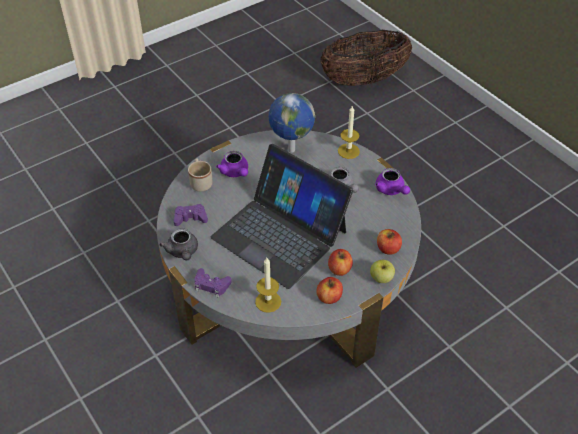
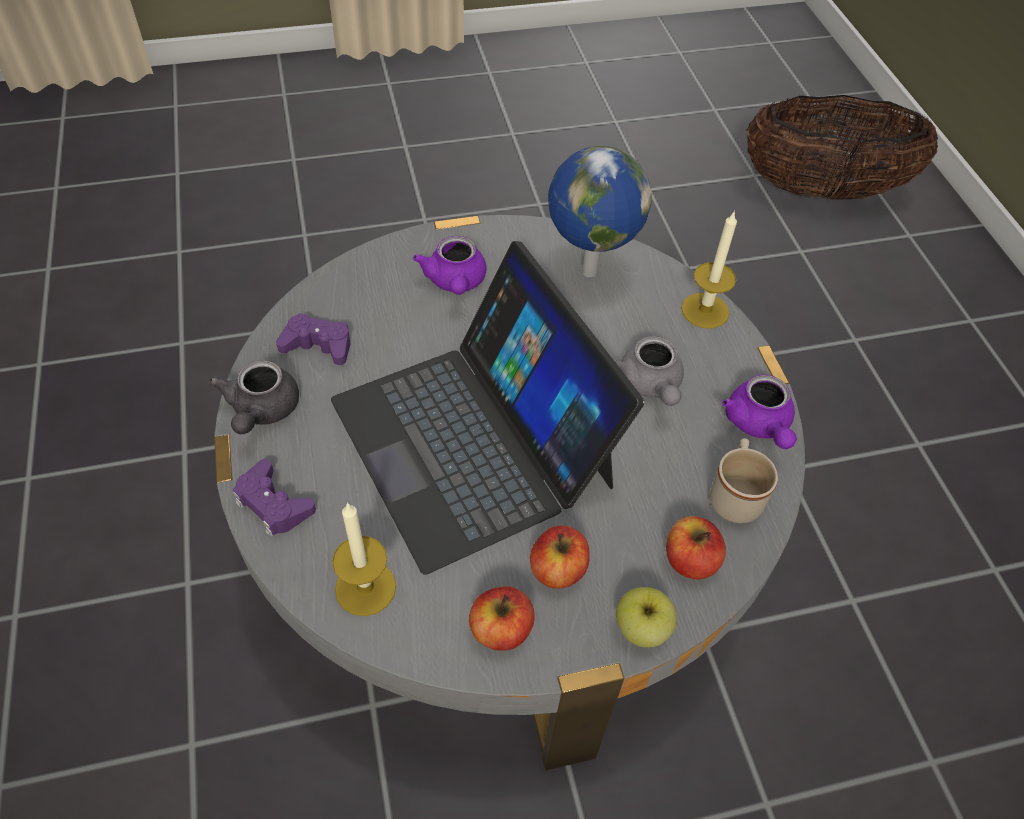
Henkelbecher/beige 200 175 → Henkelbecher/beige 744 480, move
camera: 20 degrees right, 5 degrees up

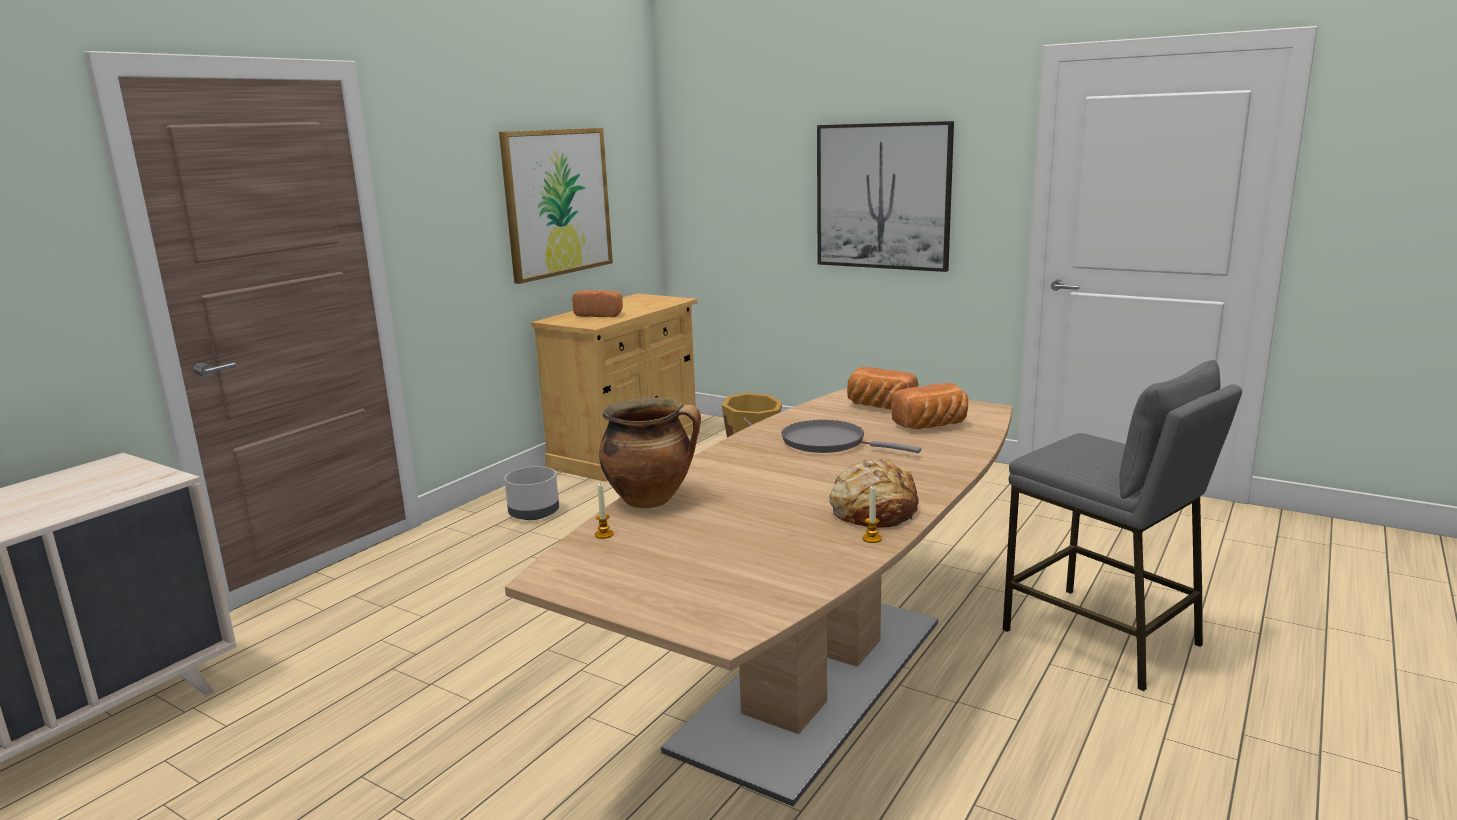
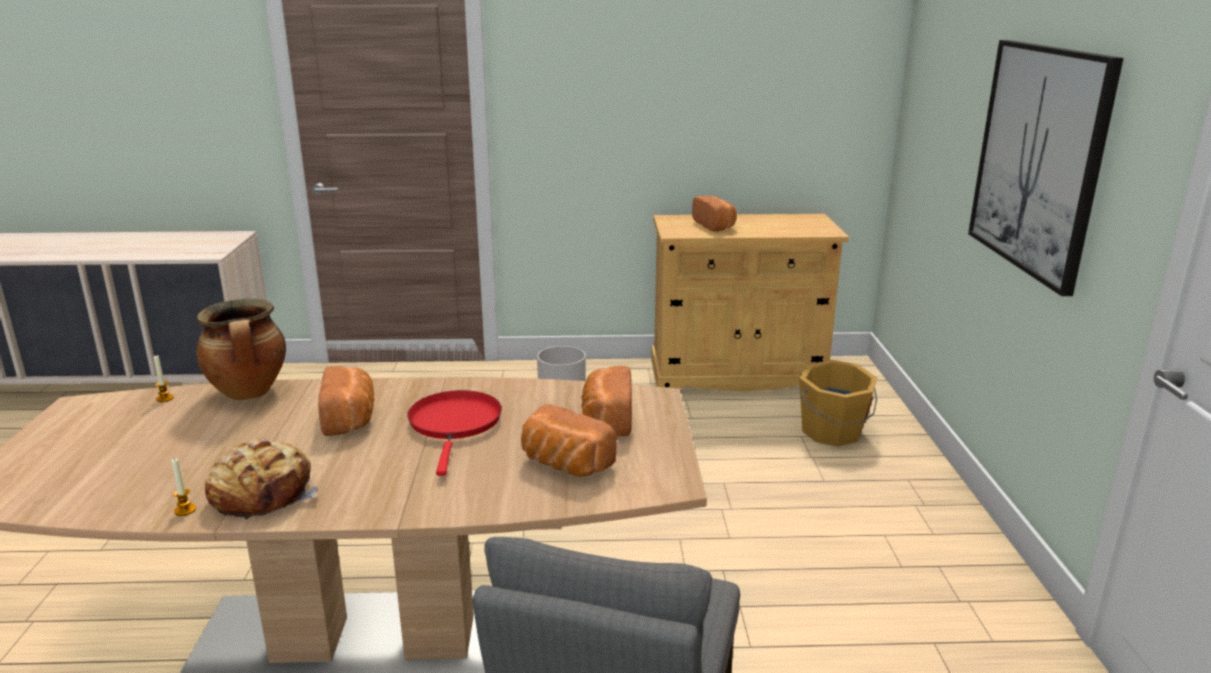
Bild 556 206 → -
Pfanne/grau 851 436 → Pfanne/rot 454 433
- → Brot 346 401
camera: 55 degrees right, 5 degrees up

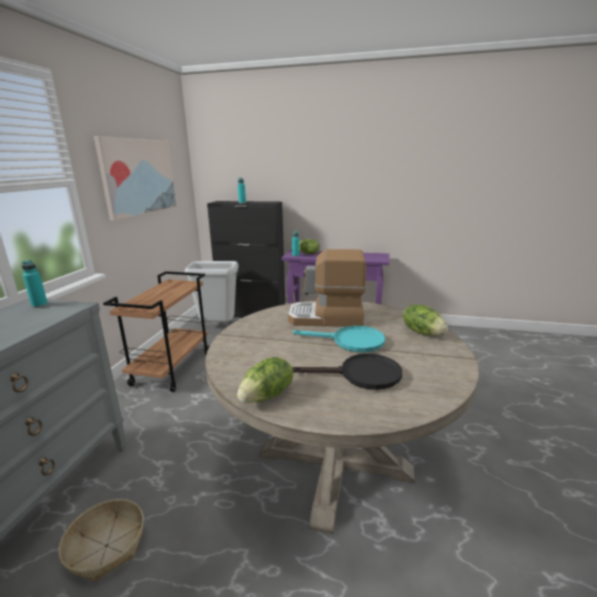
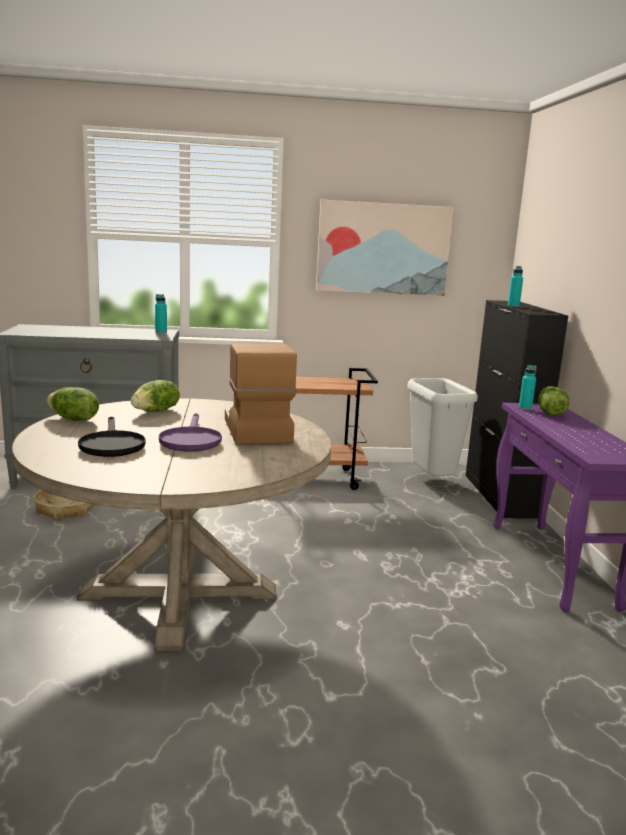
Pfanne/türkis 339 339 → Pfanne/lila 190 432
Salatkopf 425 320 → Salatkopf 155 396, move
camera: 70 degrees right, 5 degrees down

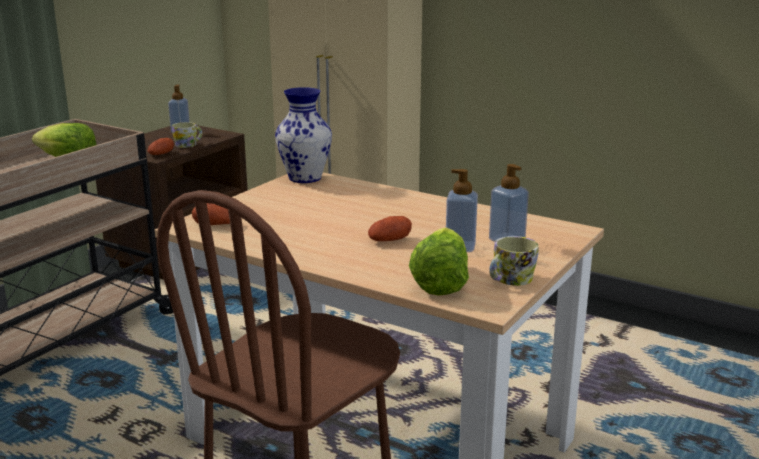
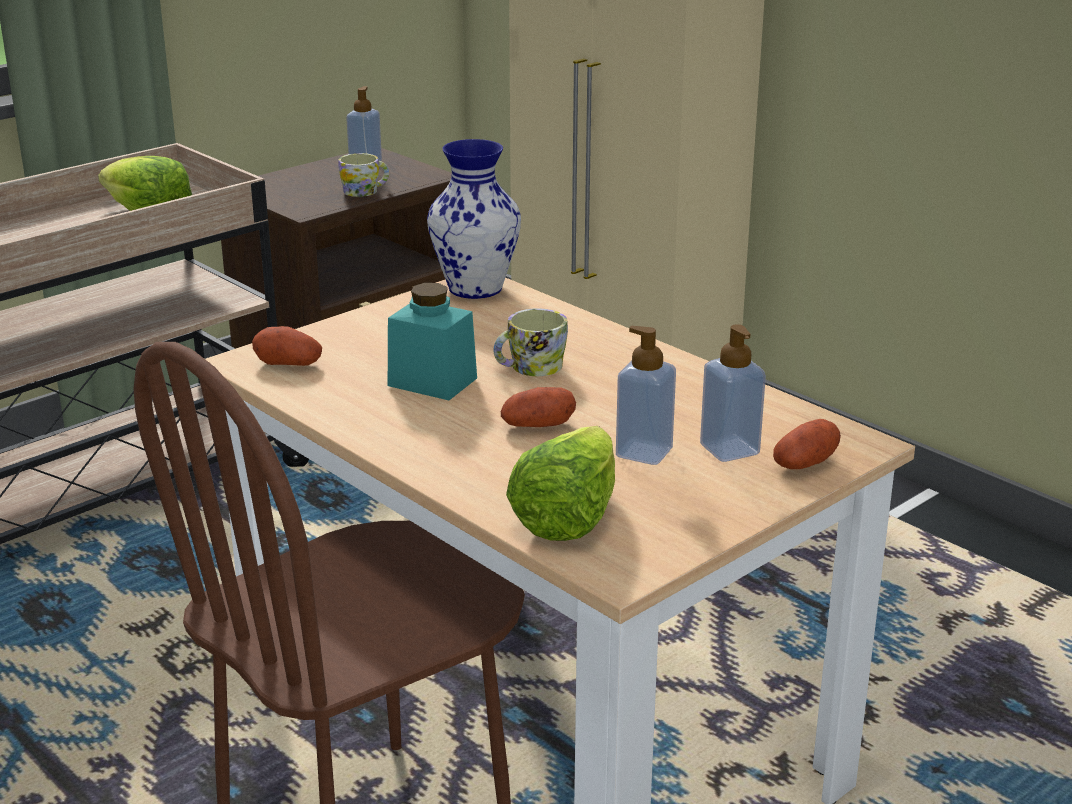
Kartoffel 161 146 → Kartoffel 807 444, move
Henkelbecher 514 261 → Henkelbecher 530 342, move
- → Vorratsglas/türkis 432 341
camera: 15 degrees right, 5 degrees up

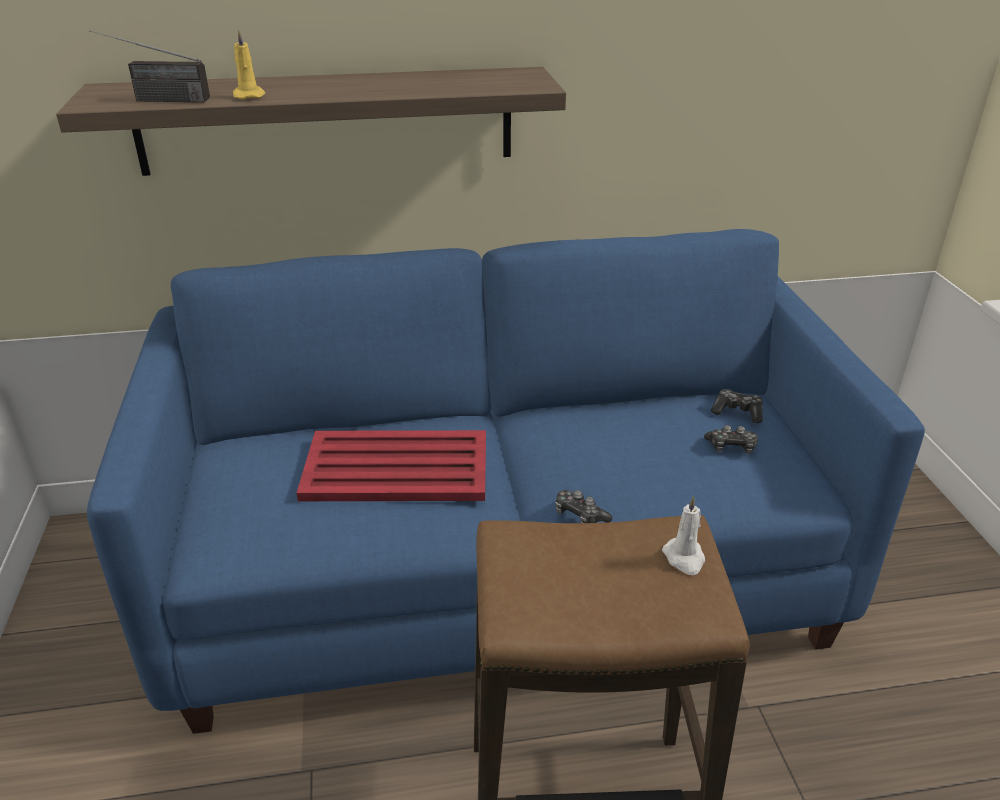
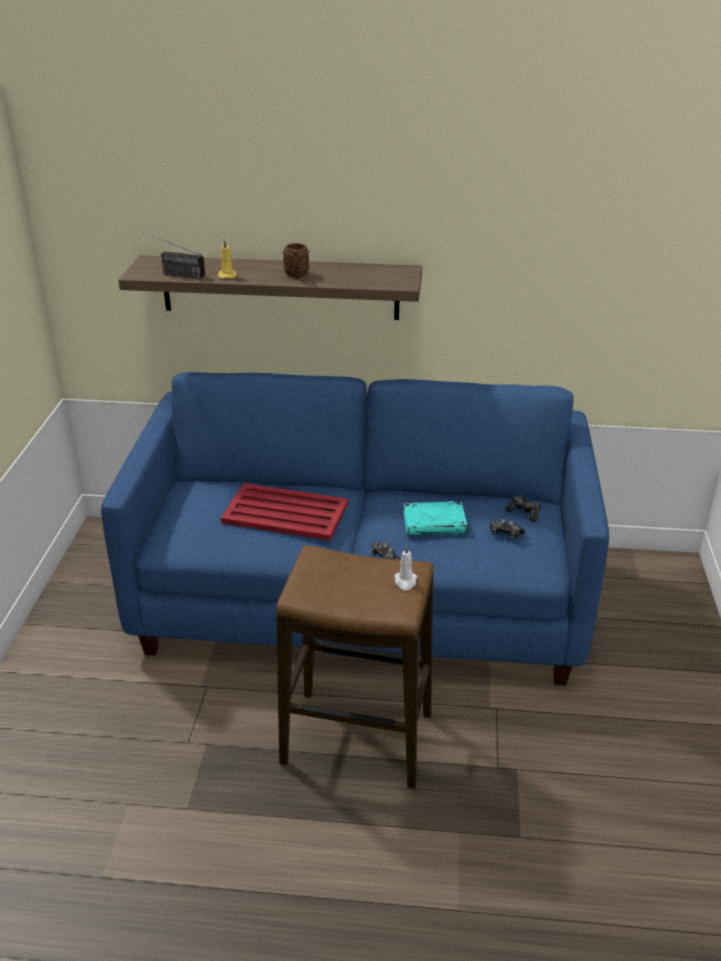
- → Henkelbecher/braun 296 261
- → Buch/türkis 435 518
camera: 15 degrees right, 0 degrees up

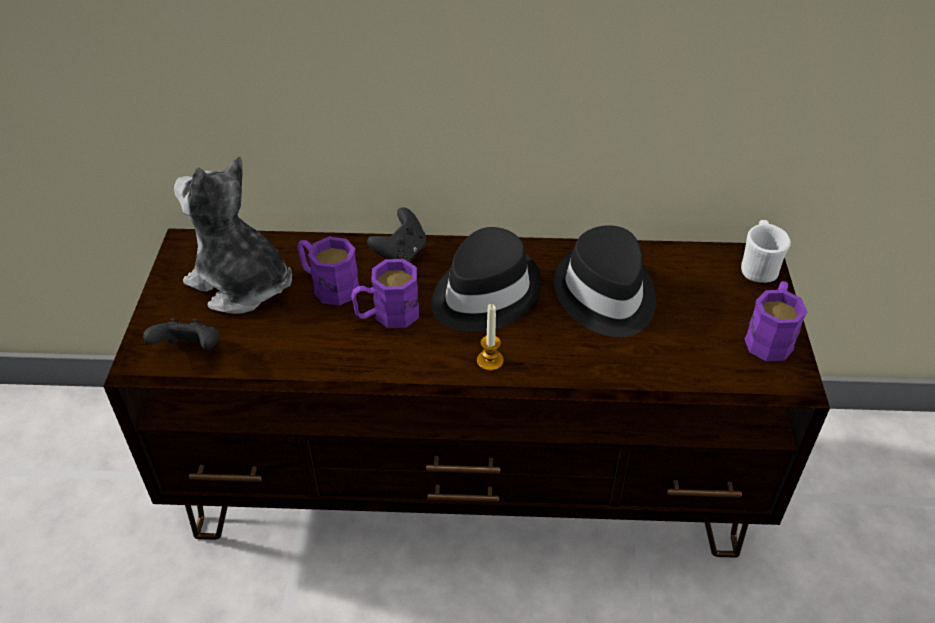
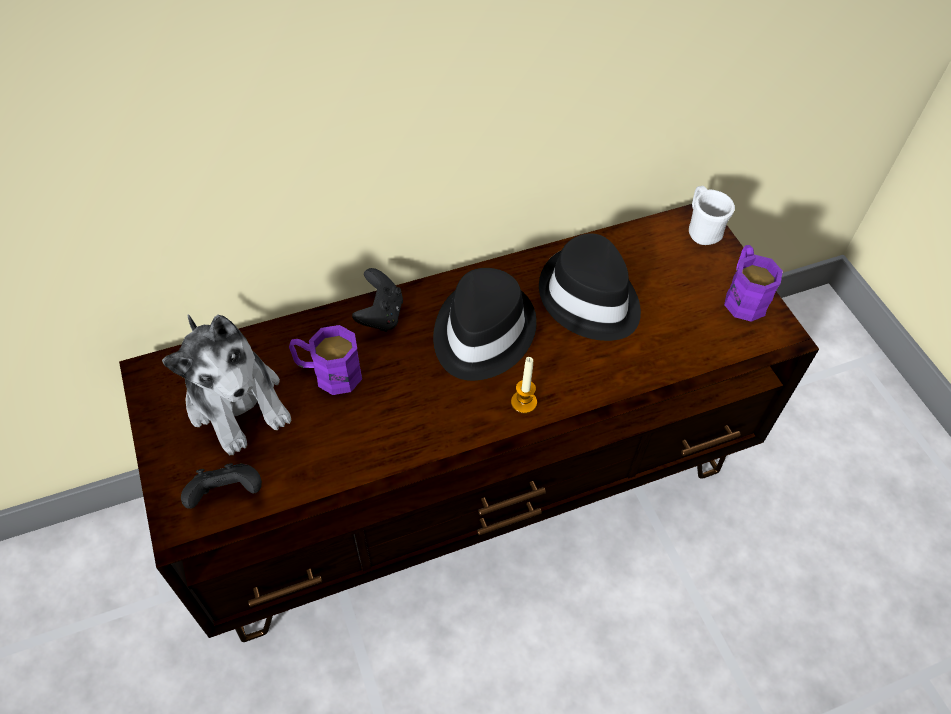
Plüschtier 233 235 → Plüschtier 227 384, 135 degrees counterclockwise
Henkelbecher/lila 385 293 → -
camera: 25 degrees left, 10 degrees up

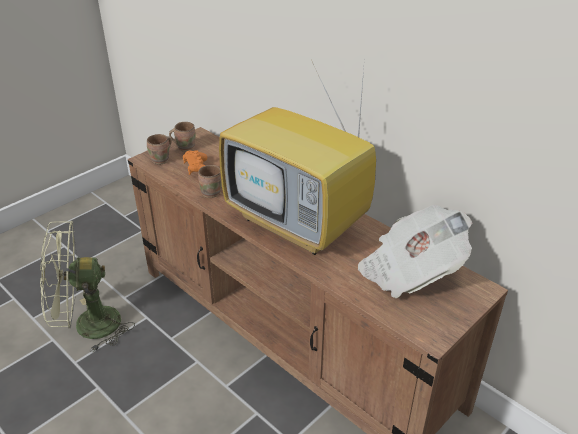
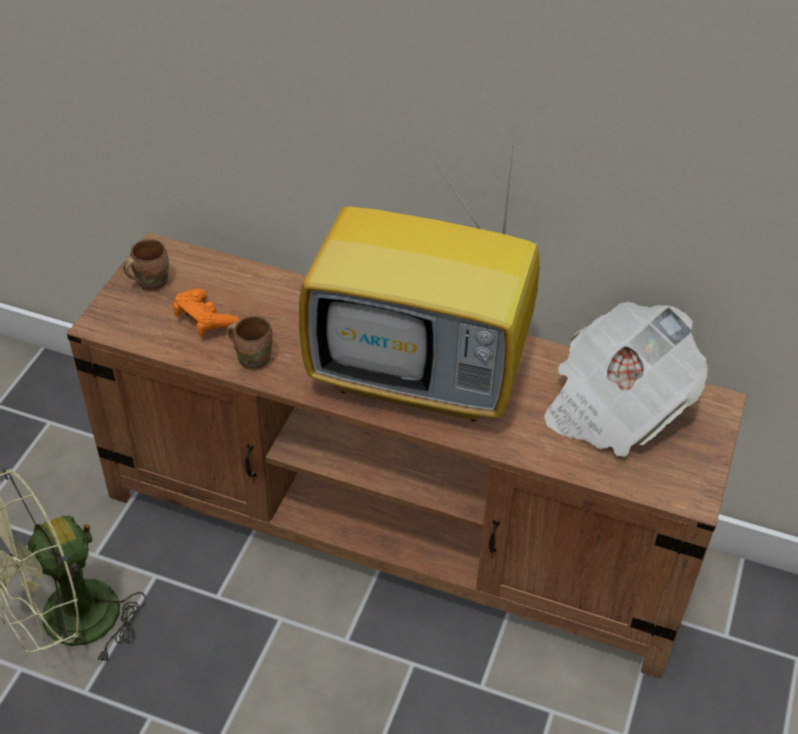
Henkelbecher/braun 159 149 → -
camera: 25 degrees left, 10 degrees up

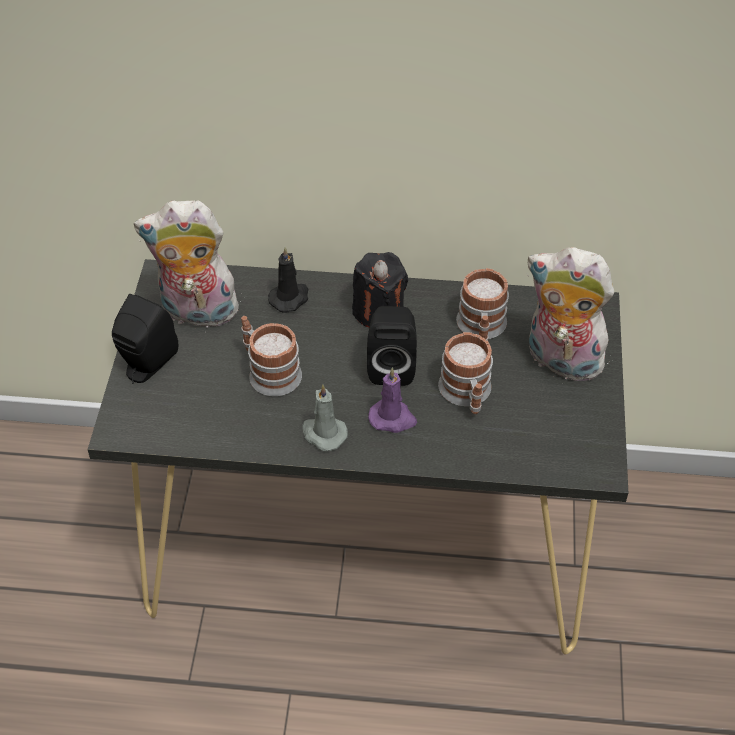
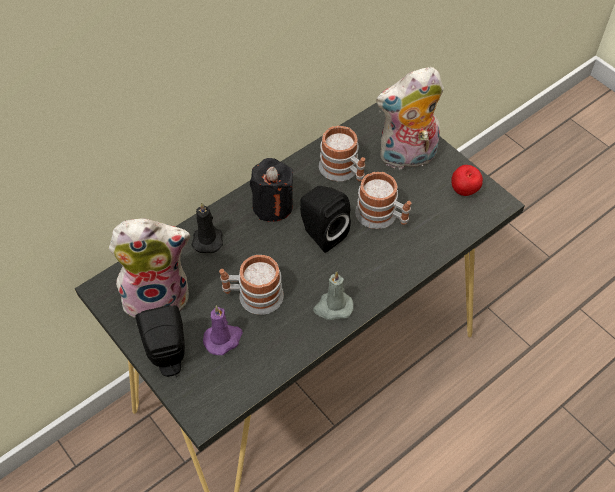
Plüschtier 187 264 → Plüschtier 149 268, 150 degrees counterclockwise
Kerze/lila 392 400 → Kerze/lila 223 330, move
- → Apfel 467 180
camera: 45 degrees left, 5 degrees up

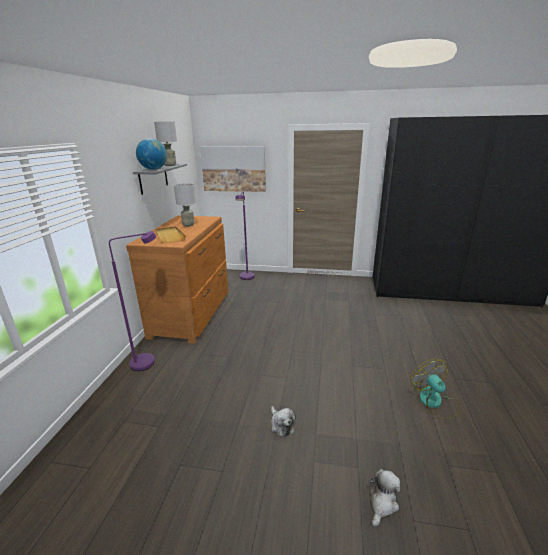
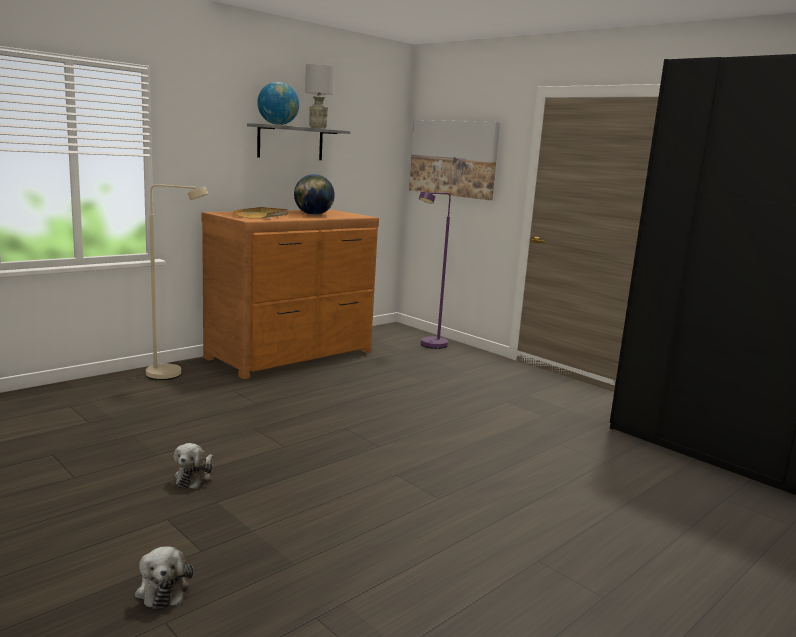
Stehlampe/lila 132 301 → Stehlampe/beige 177 282
Tischlampe/grau 184 205 → Globus 314 194
Plüschtier 384 498 → Plüschtier 164 577, 90 degrees clockwise
Ventilator 435 389 → -
camera: 35 degrees right, 10 degrees down

